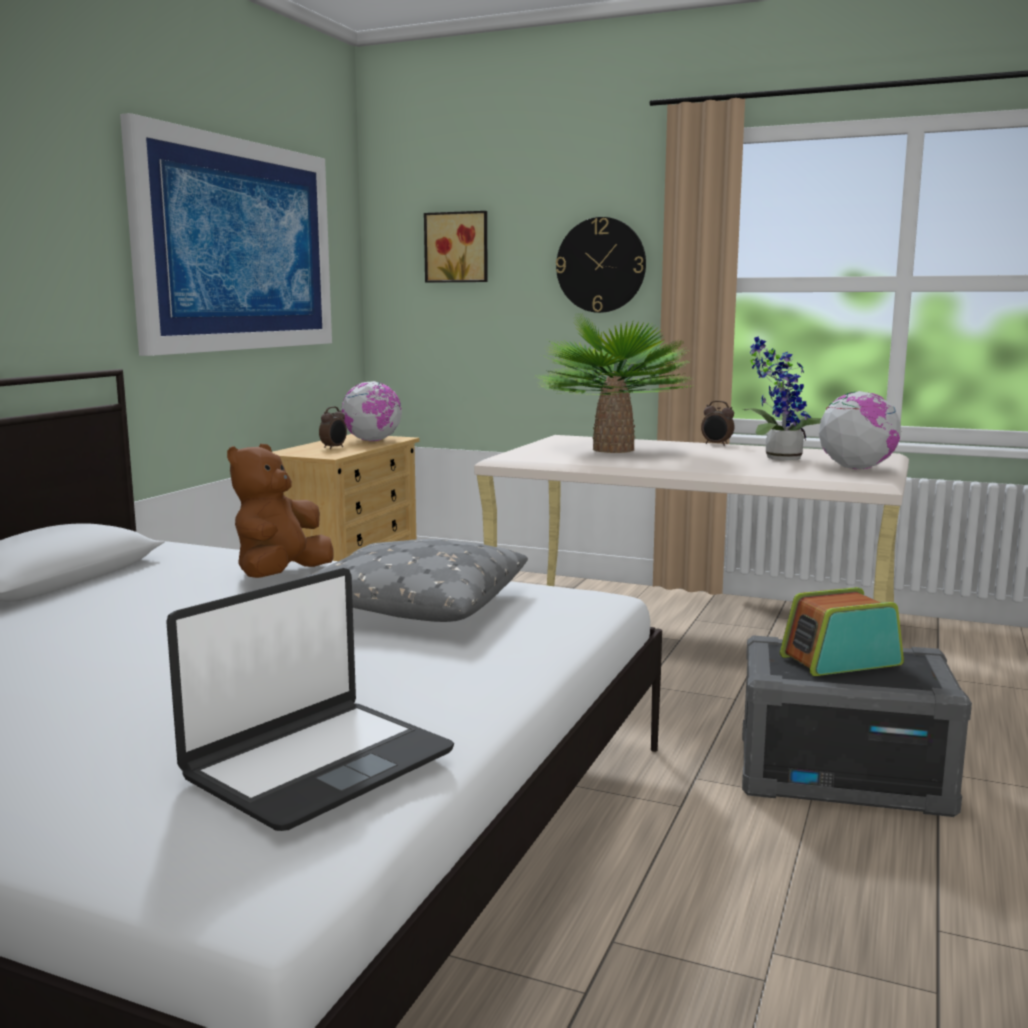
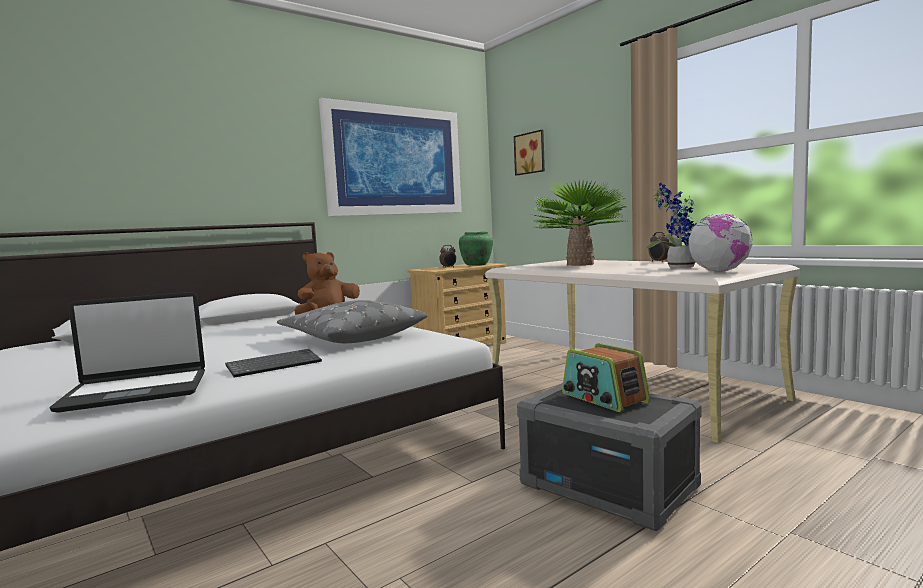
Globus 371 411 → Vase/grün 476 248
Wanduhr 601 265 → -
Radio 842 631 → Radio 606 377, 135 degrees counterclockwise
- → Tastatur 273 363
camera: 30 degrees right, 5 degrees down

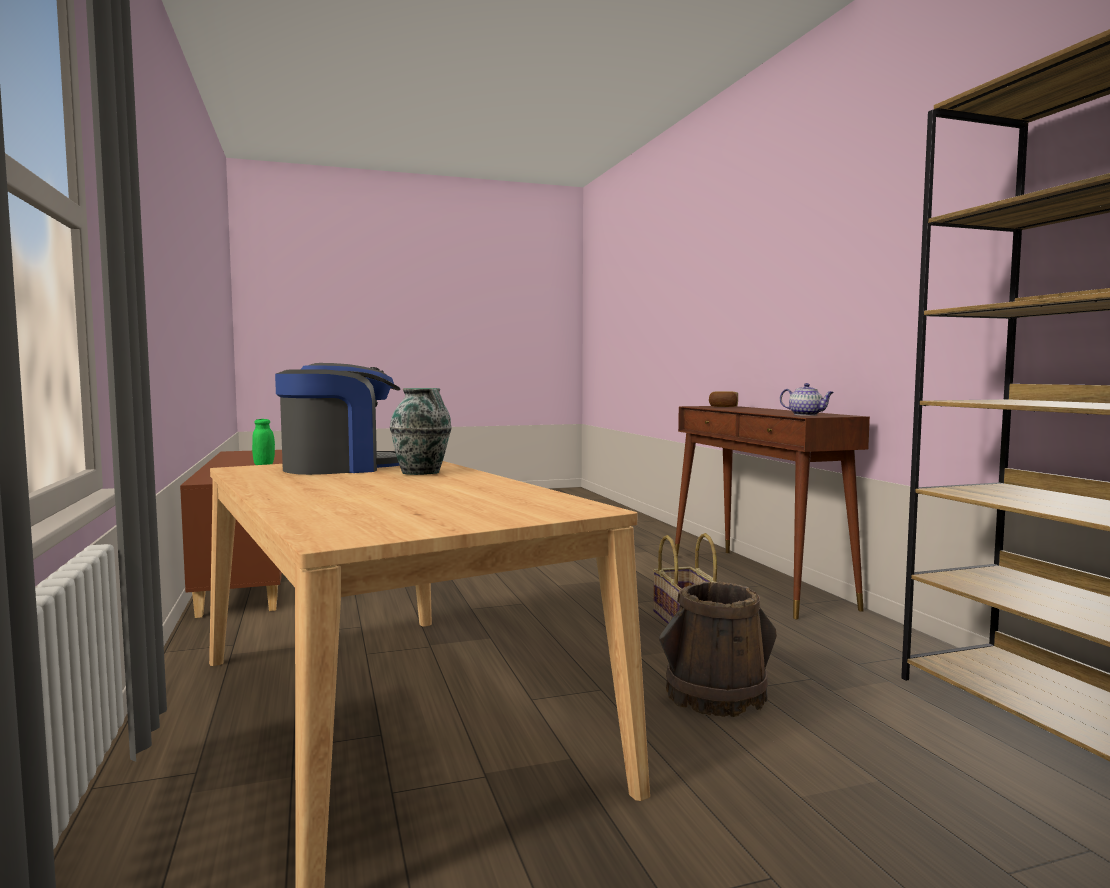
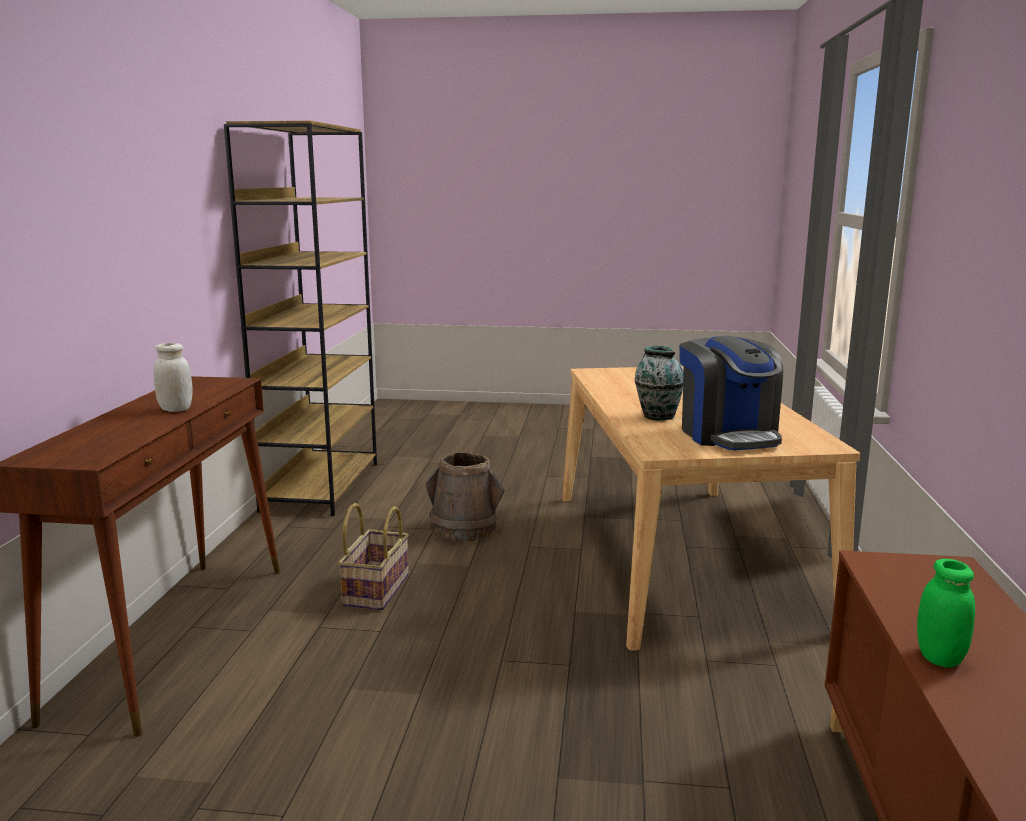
Kaffeemaschine 337 419 → Kaffeemaschine 731 393, 105 degrees counterclockwise
Brot 723 399 → -
Teekanne 807 399 → -
- → Vorratsglas/weiß 173 377
camera: 155 degrees left, 10 degrees up

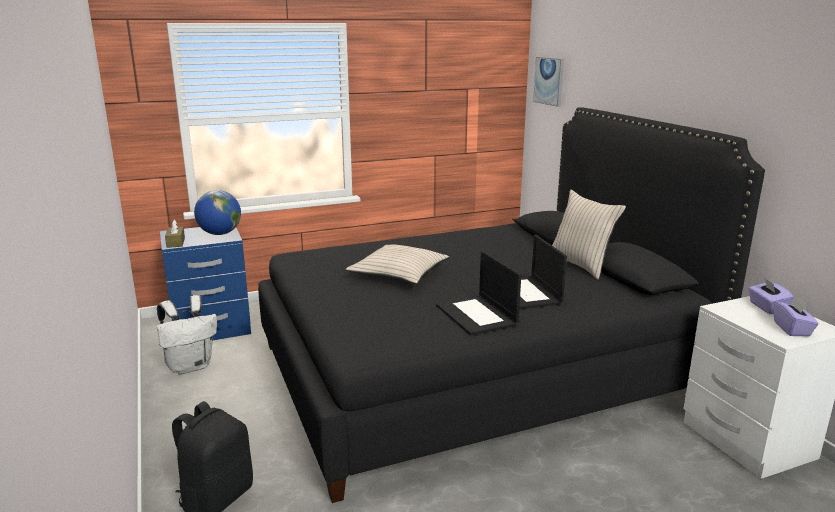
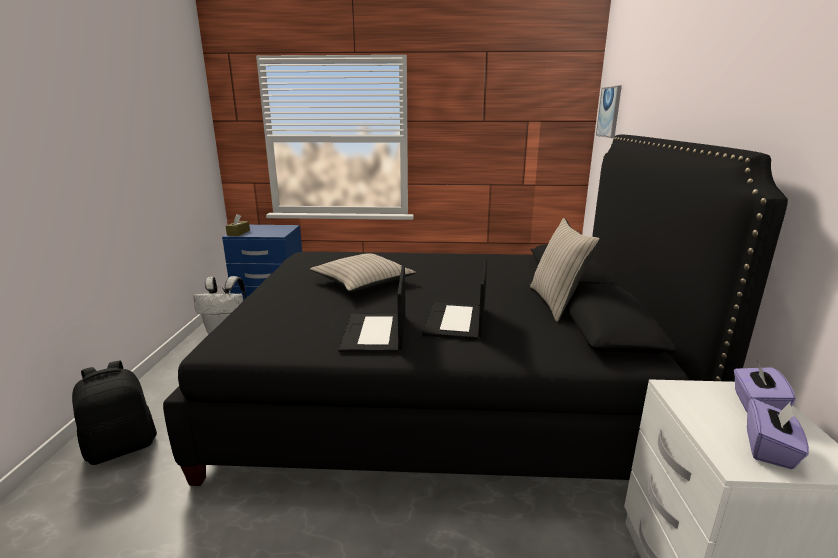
Globus 217 212 → -
camera: 25 degrees right, 0 degrees up

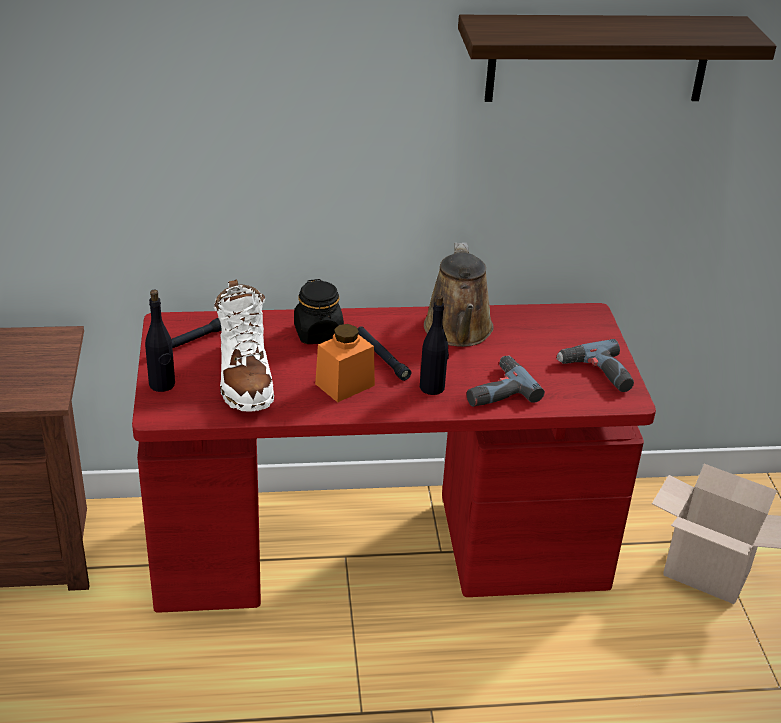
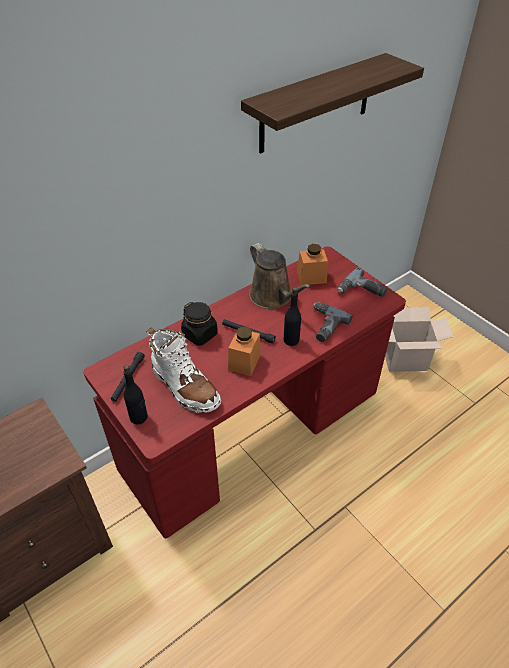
- → Vorratsglas/orange 312 264
camera: 30 degrees left, 10 degrees up

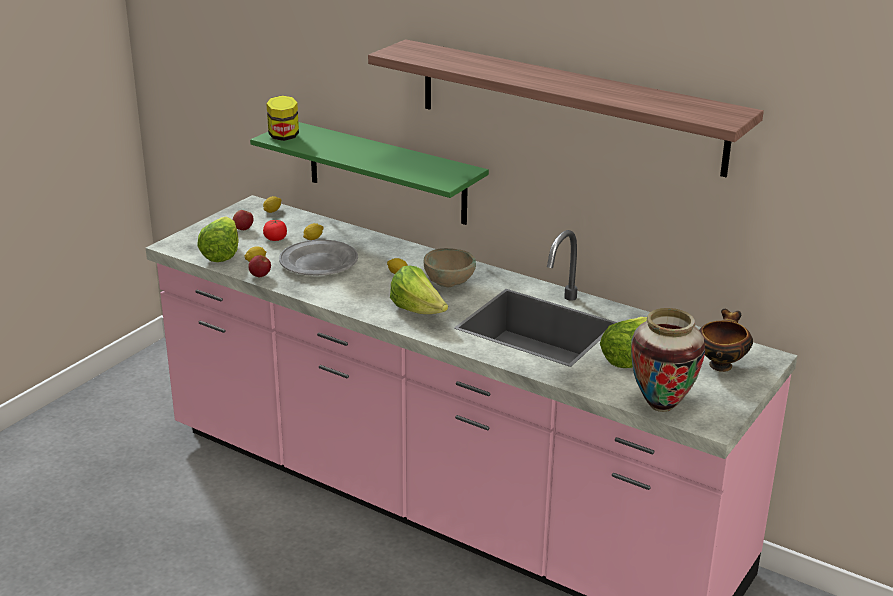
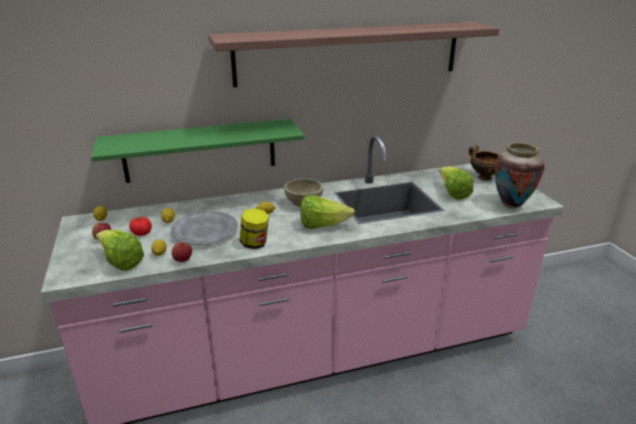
Vorratsglas 282 118 → Vorratsglas 254 228, move
camera: 50 degrees left, 0 degrees up

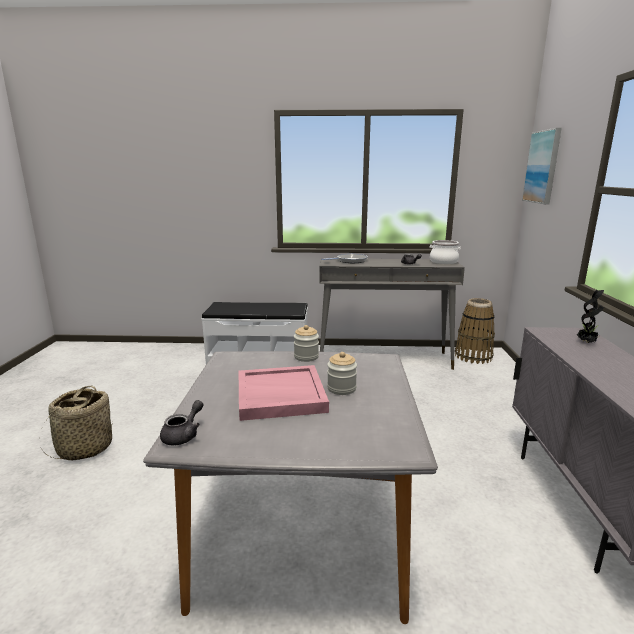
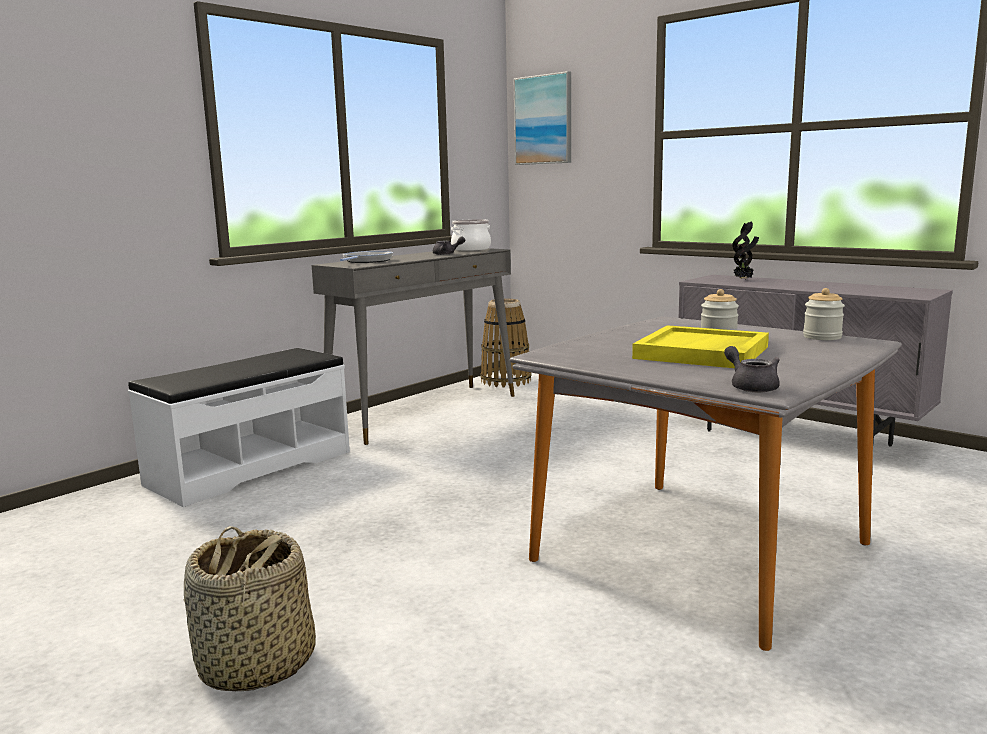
Tablett/rosa 284 393 → Tablett/gelb 700 346
Vorratsglas 306 343 → Vorratsglas 824 314, move
camera: 50 degrees left, 5 degrees down

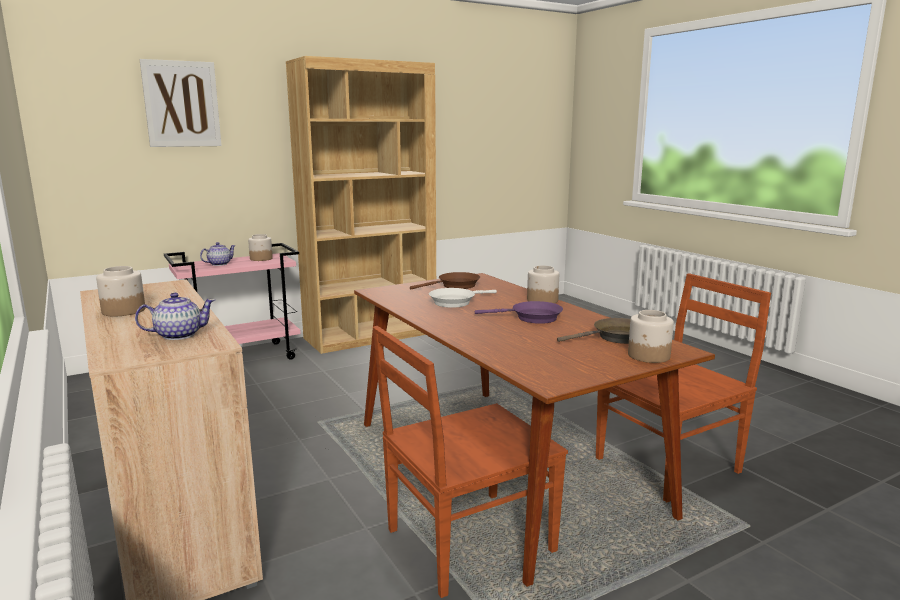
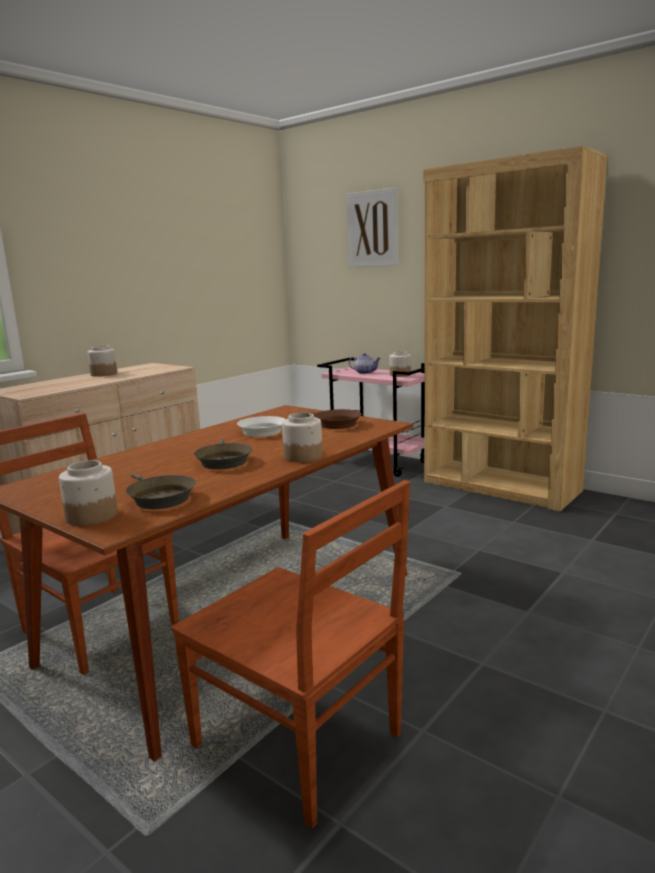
Teekanne 175 316 → -
Pfanne/lila 519 312 → Pfanne/braun 223 454
camera: 70 degrees right, 0 degrees up

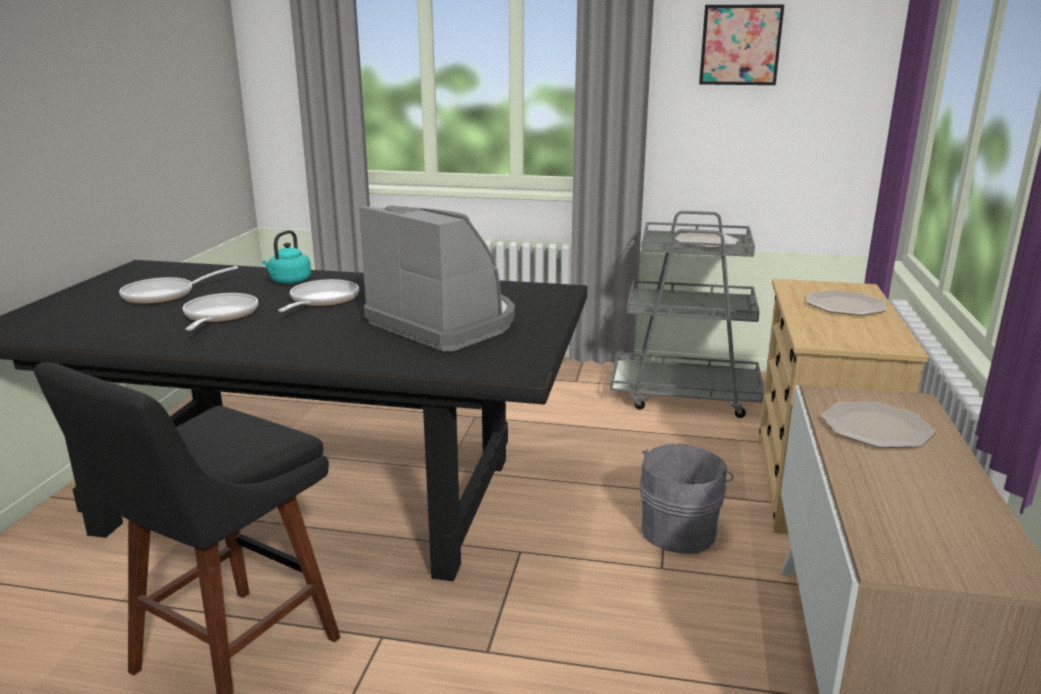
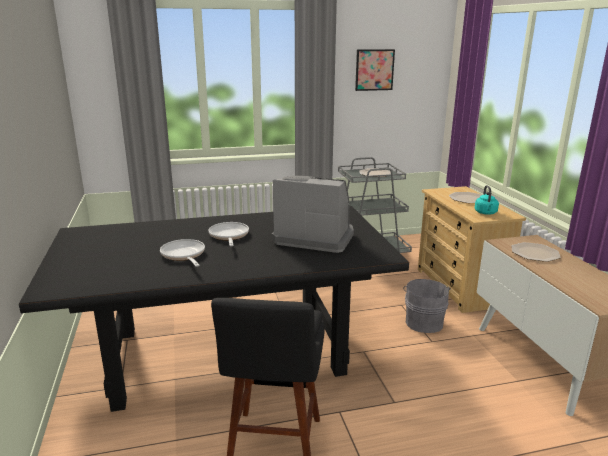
Pfanne 178 285 → -
Wasserkessel/türkis 286 257 → Wasserkessel/türkis 487 200, move
camera: 25 degrees left, 0 degrees up

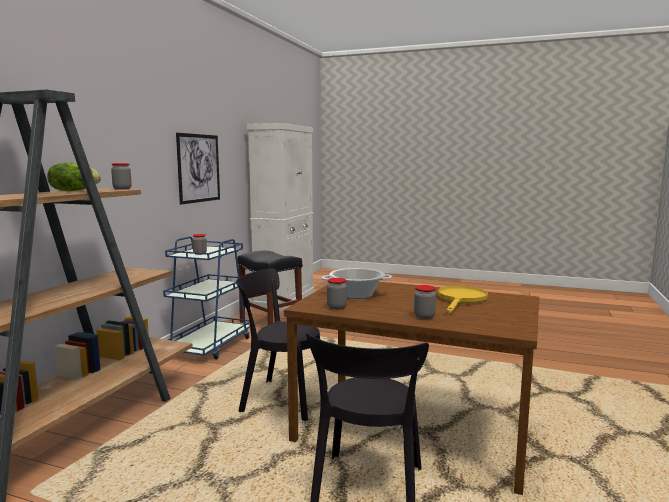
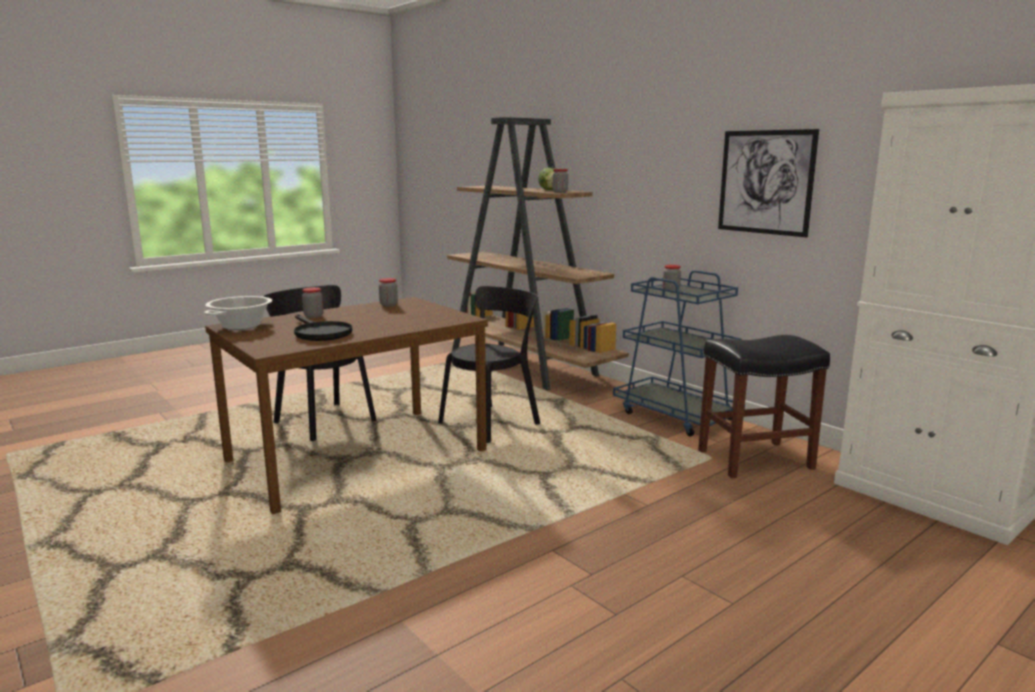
Kochtopf 357 283 → Kochtopf 238 313, move
Pfanne/gelb 463 299 → Pfanne/schwarz 323 327
camera: 120 degrees right, 5 degrees up

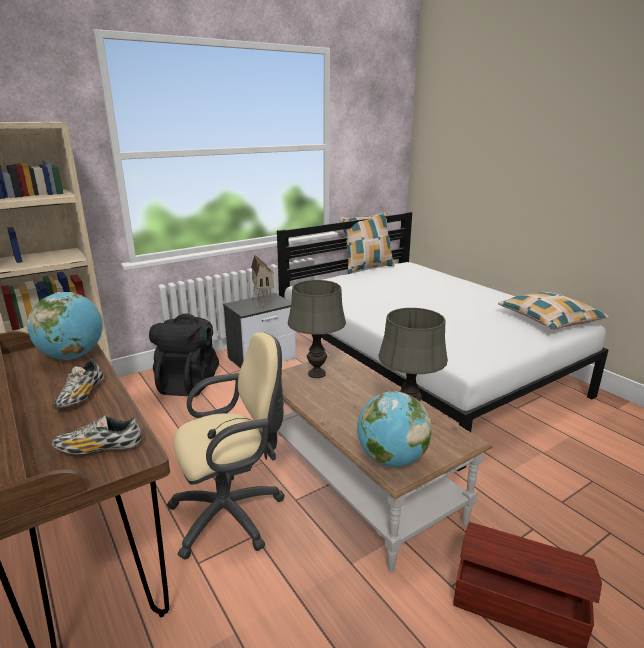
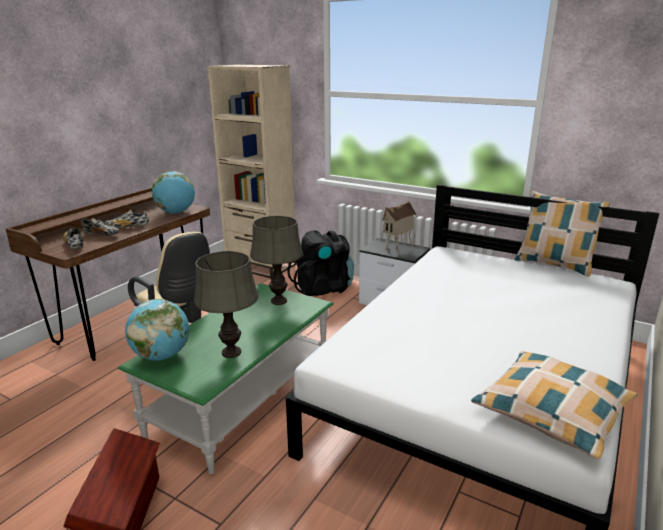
Couchtisch/braun 385 462 → Couchtisch/grün 226 378
- → Schuh 100 227
camera: 65 degrees right, 0 degrees up

